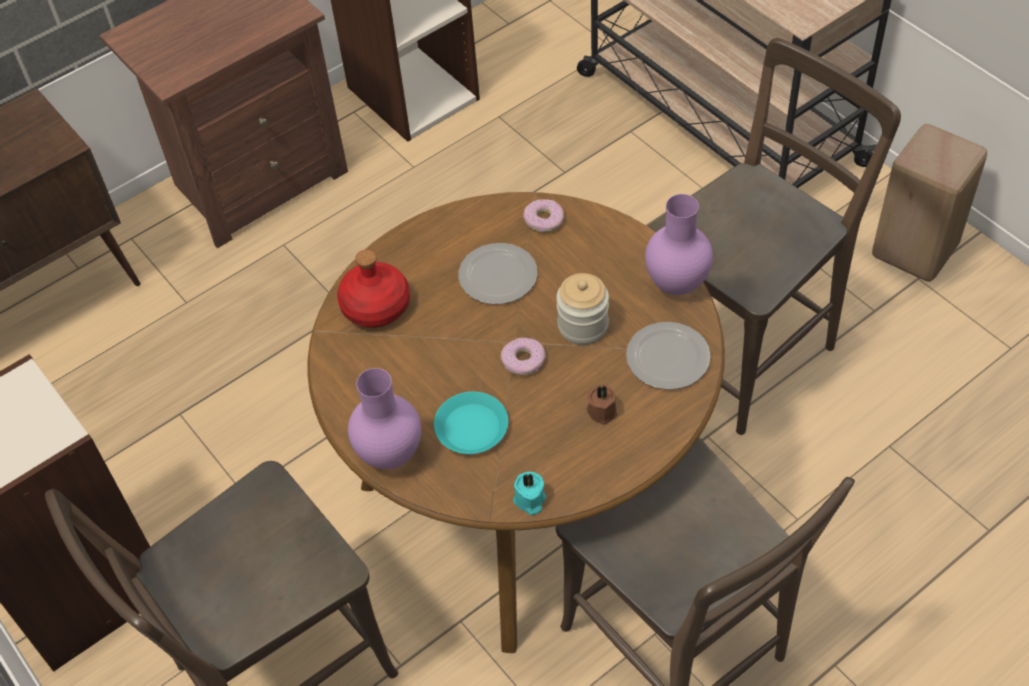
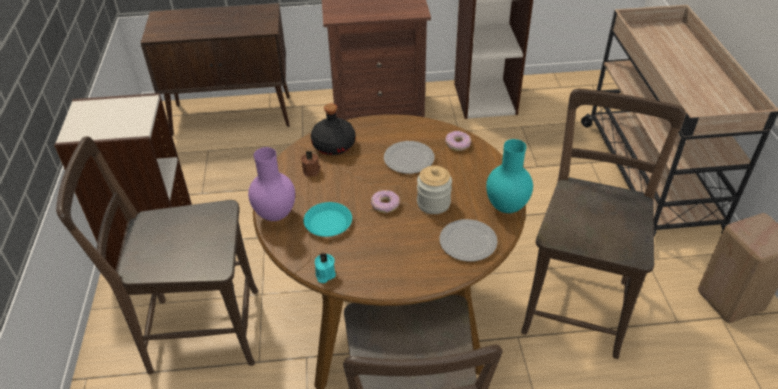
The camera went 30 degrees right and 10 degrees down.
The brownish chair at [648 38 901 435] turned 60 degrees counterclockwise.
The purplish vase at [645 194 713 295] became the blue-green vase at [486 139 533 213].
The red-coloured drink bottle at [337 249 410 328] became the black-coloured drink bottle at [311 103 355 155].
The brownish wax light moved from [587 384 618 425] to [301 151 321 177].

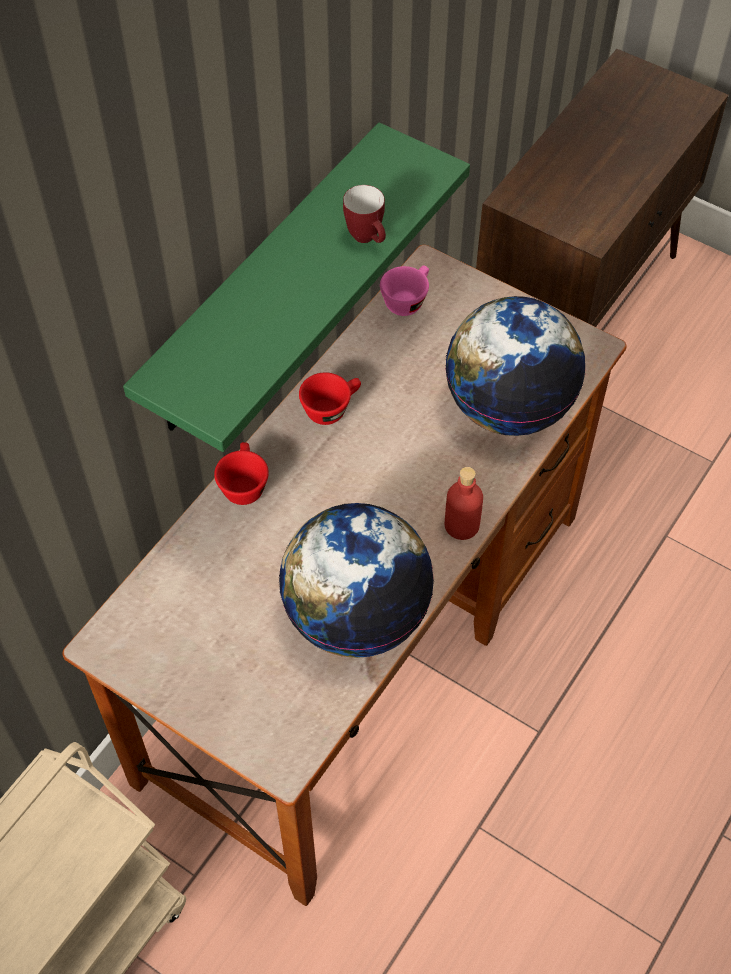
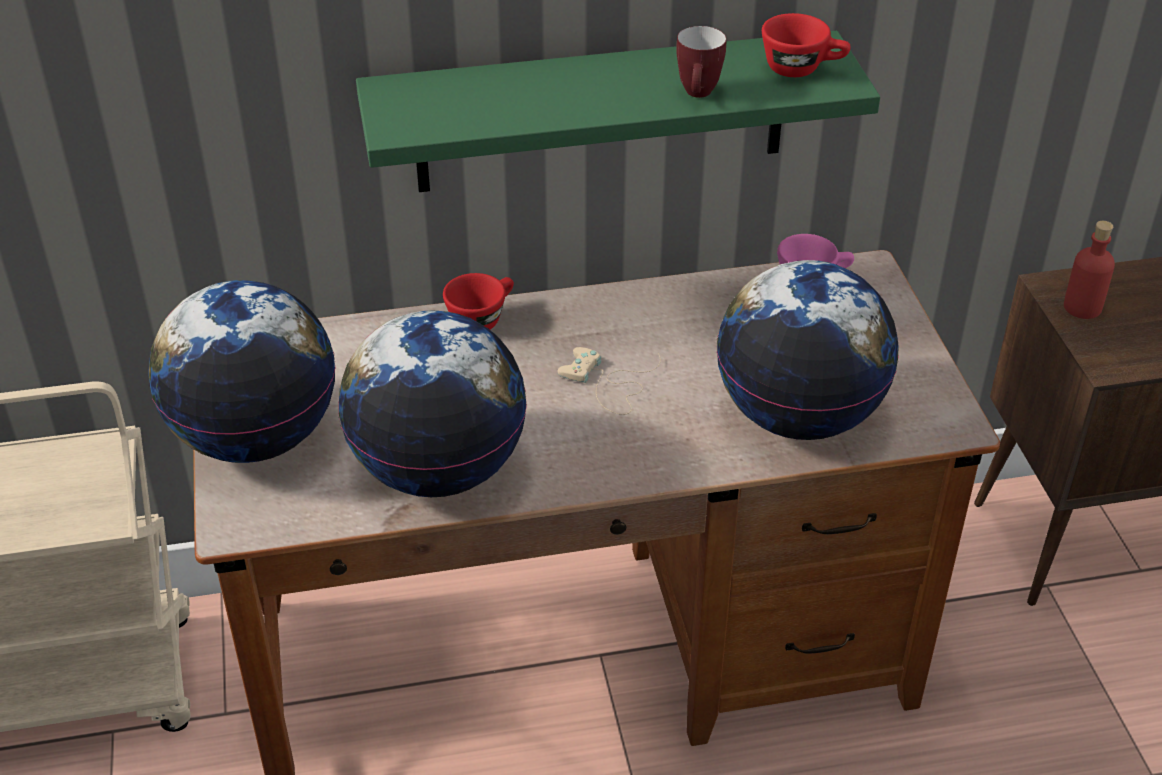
The camera went 45 degrees right and 15 degrees down.
The red-coloured small cup moved from [299 372 361 425] to [762 13 851 77].
The red-coloured drink bottle moved from [445 467 483 540] to [1064 221 1115 319].
The globe at [148 280 336 463] appeared.
The beige-coloured gamepad at [558 347 661 415] appeared.

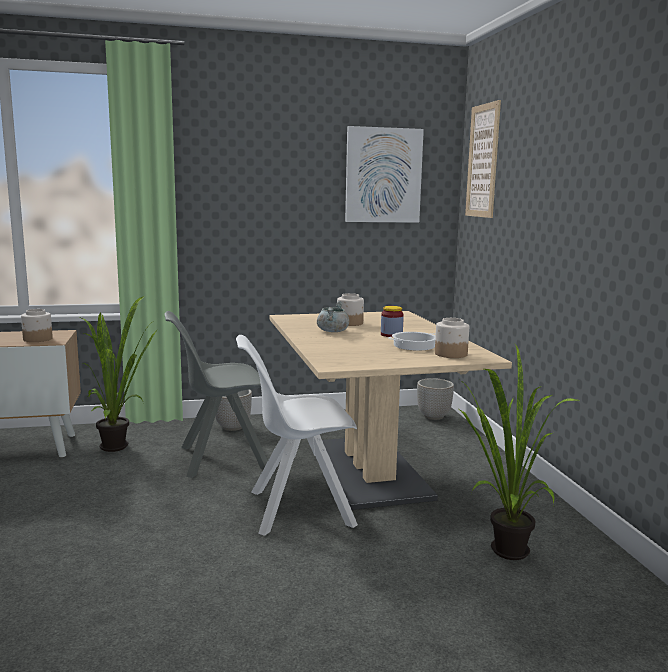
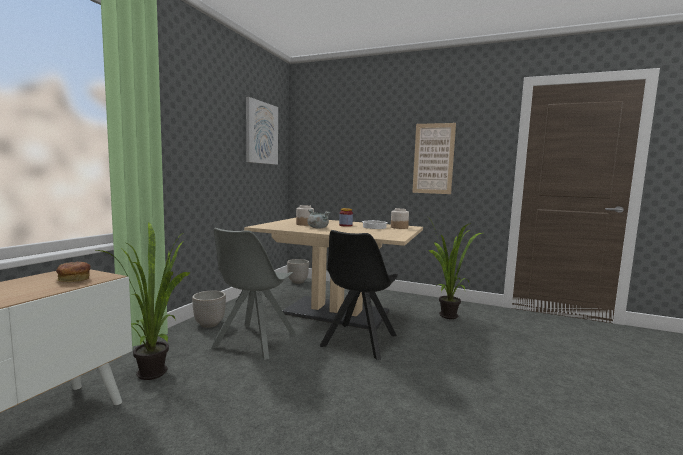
The camera went 55 degrees left and 5 degrees down.
The picture moved from [465 100 501 218] to [412 123 456 194].
The jar at [21 309 53 342] was replaced by the bakery bread at [56 262 91 282].
The white chair at [236 335 358 536] became the black-coloured chair at [320 230 398 360].

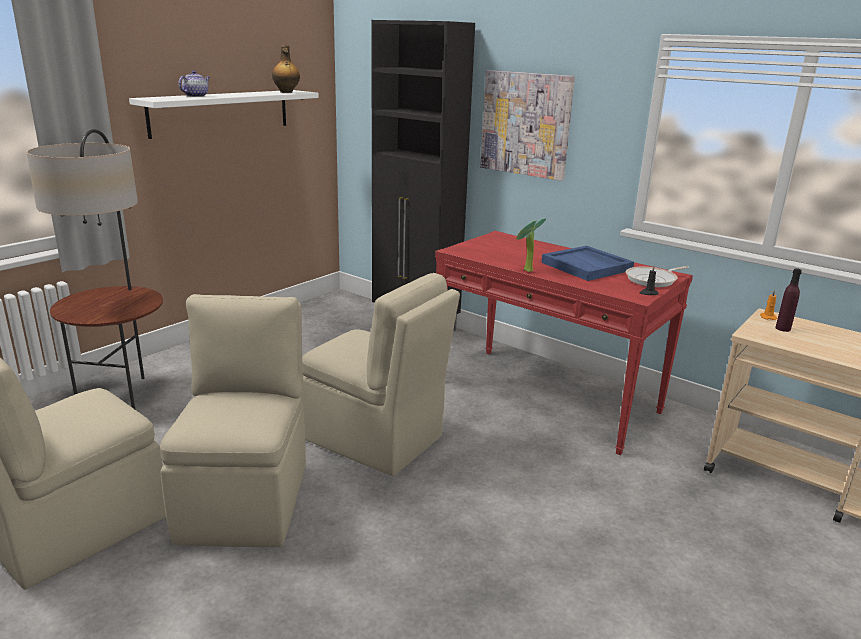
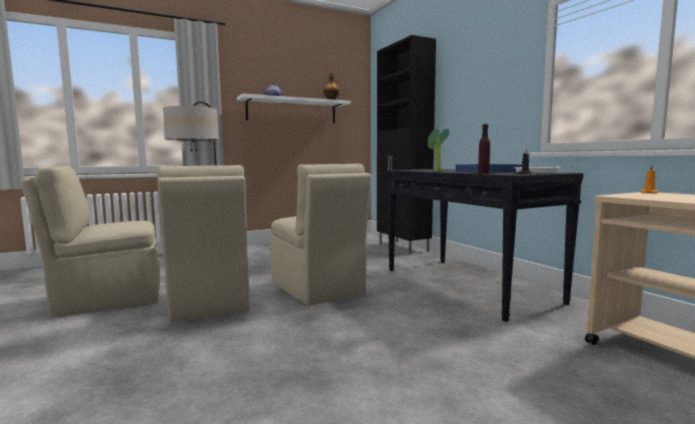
The camera went 25 degrees right and 15 degrees down.
The picture at [480 70 575 181] disappeared.
The red-coloured console table at [435 231 693 455] became the black-coloured console table at [386 169 583 322].
The purplish drink bottle moved from [775 268 802 332] to [478 124 490 174].
The beige-coloured chair at [160 294 306 547] turned 135 degrees clockwise.

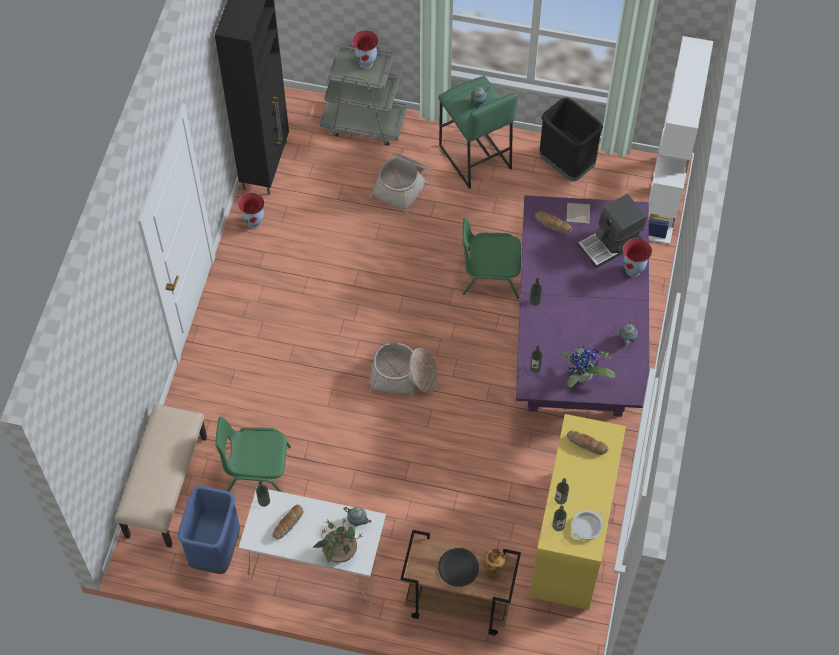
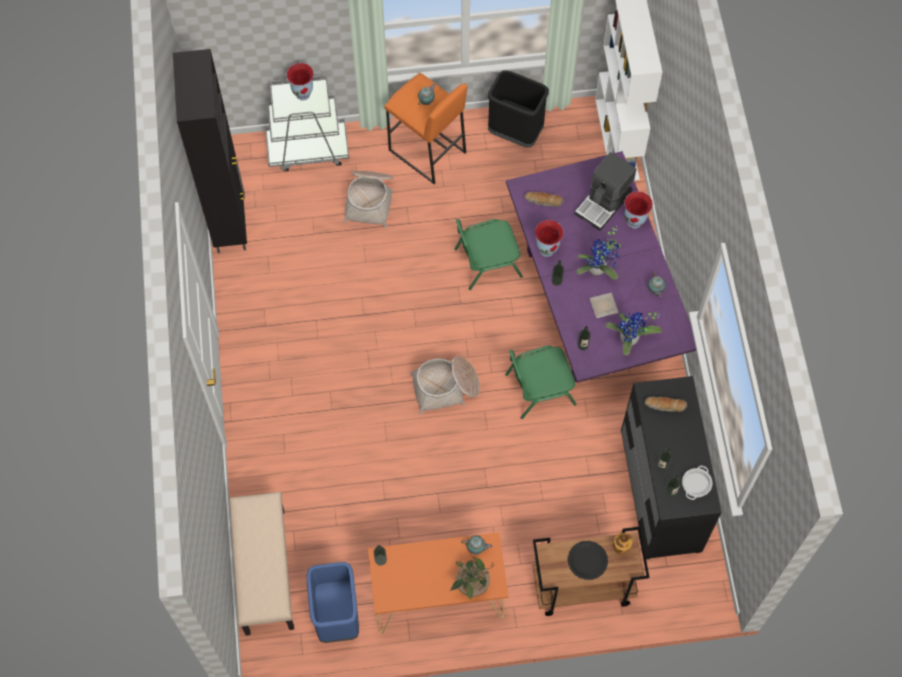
The camera went 20 degrees left and 5 degrees up.
The green stool at [438 76 518 189] became the orange stool at [384 73 467 184].
The vase moved from [238 193 264 229] to [535 220 564 257].
The plate moved from [566 203 590 223] to [589 293 619 318].
The yellow-coloured dresser at [530 414 626 610] became the black-coloured dresser at [621 376 722 559].
The green chair moved from [215 417 291 492] to [505 345 577 419].
The white console table at [239 488 386 605] became the orange console table at [368 532 509 633].
The bakery bread at [272 505 304 539] disappeared.
The houseplant at [576 226 621 280] appeared.

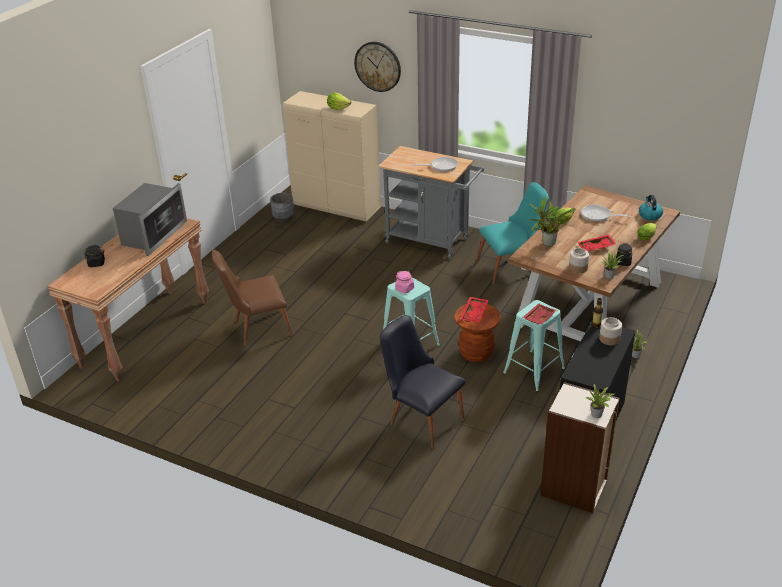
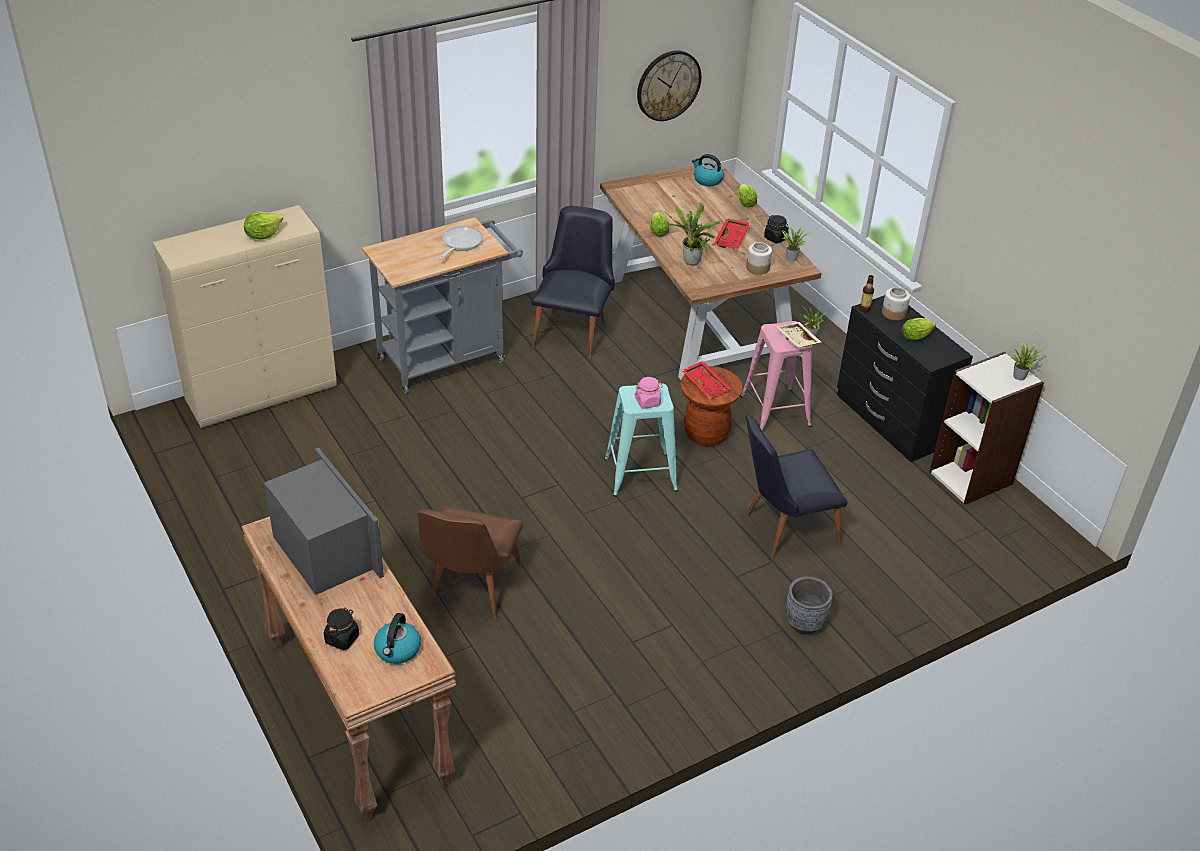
The camera went 60 degrees left and 5 degrees up.
The clock on the wall moved from [354 42 401 92] to [637 50 701 121].
The blue-green chair at [476 182 549 284] became the black-coloured chair at [531 206 615 358].
The greyish flower pot moved from [270 193 294 222] to [785 576 833 635].
The skillet at [581 205 631 222] disappeared.
The blue-green stool at [503 300 565 392] became the pink stool at [740 321 812 431].
The red-coloured tray at [522 303 557 325] became the beige-coloured tray at [776 322 822 348].
The head of lettuce at [902 318 936 341] appeared.
The water kettle at [374 613 421 664] appeared.

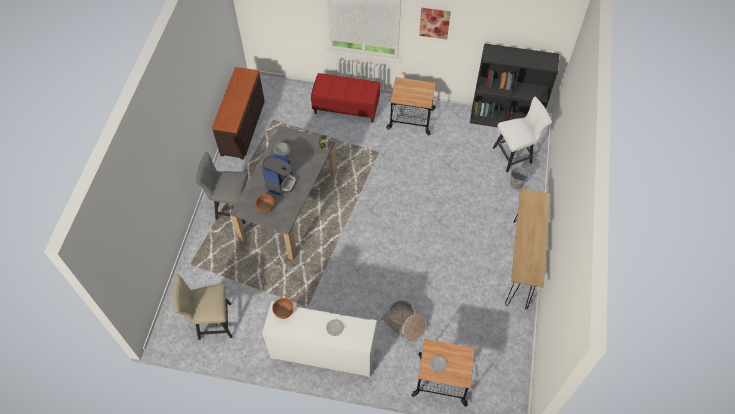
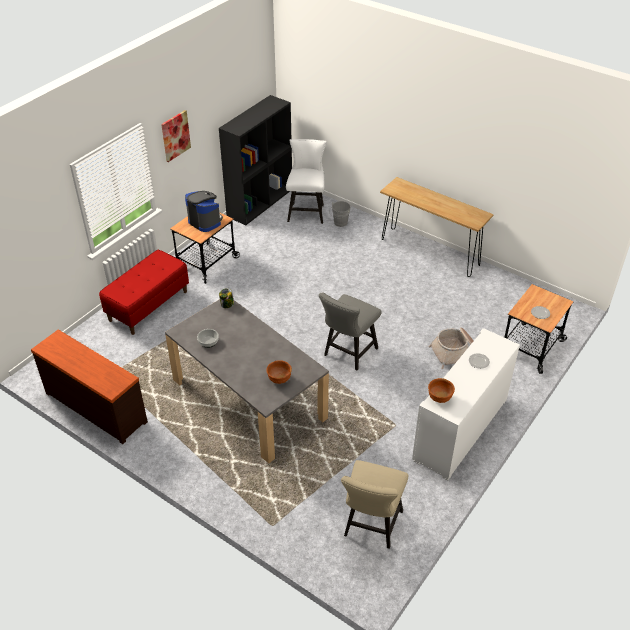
The camera went 65 degrees left and 15 degrees down.
The greyish chair moved from [196 152 248 224] to [319 292 382 370].
The coffee machine moved from [262 154 297 195] to [185 191 223 232].

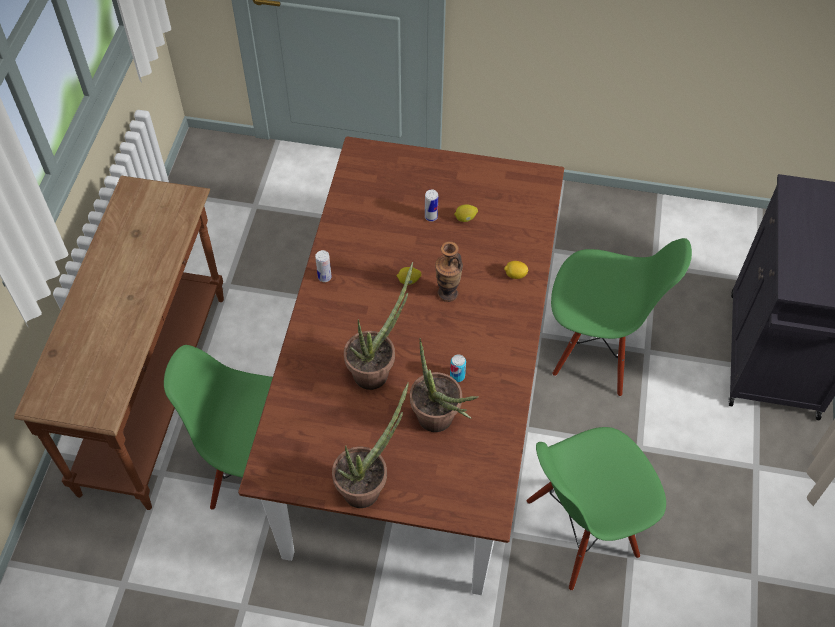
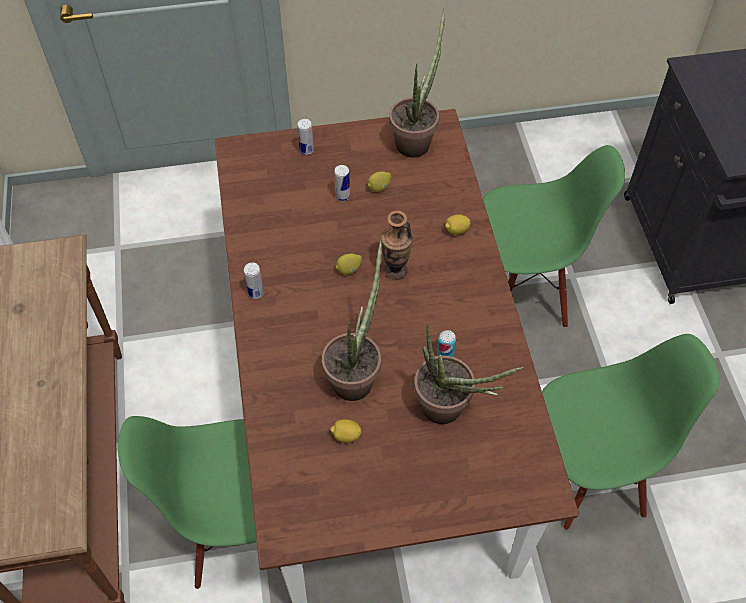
The camera went 20 degrees left and 0 degrees up.
The houseplant moved from [332 382 409 508] to [389 8 445 157].
The green chair at [527 427 666 591] turned 150 degrees counterclockwise.
The metal can at [297 119 314 155] appeared.
The whole lemon at [330 419 362 443] appeared.

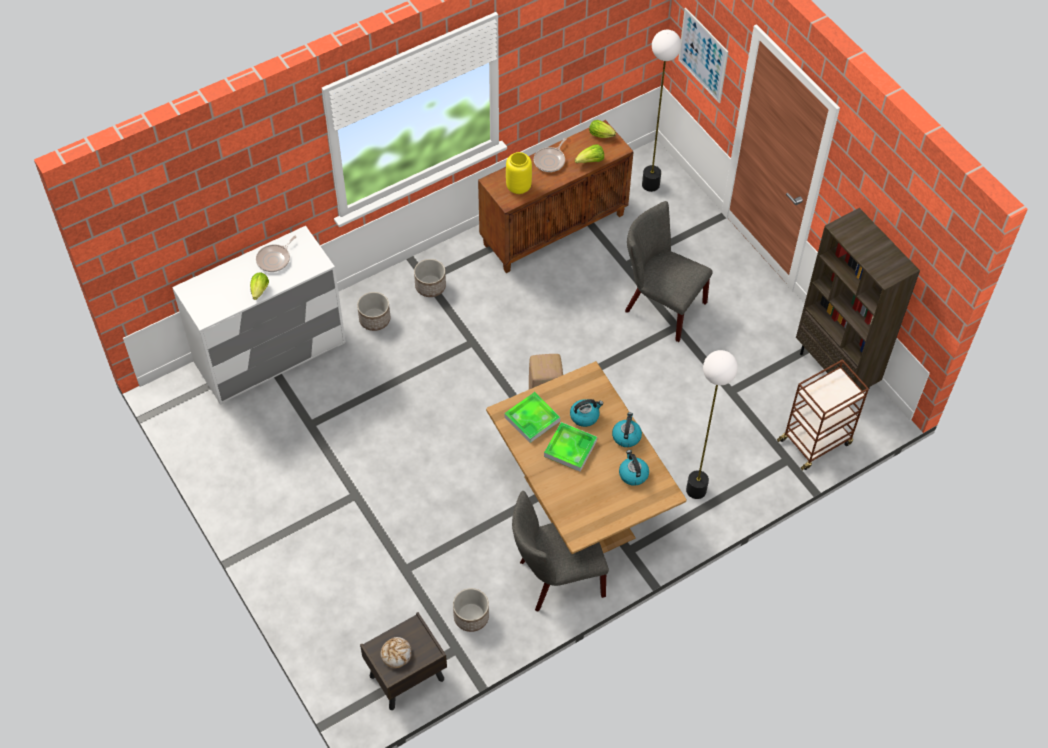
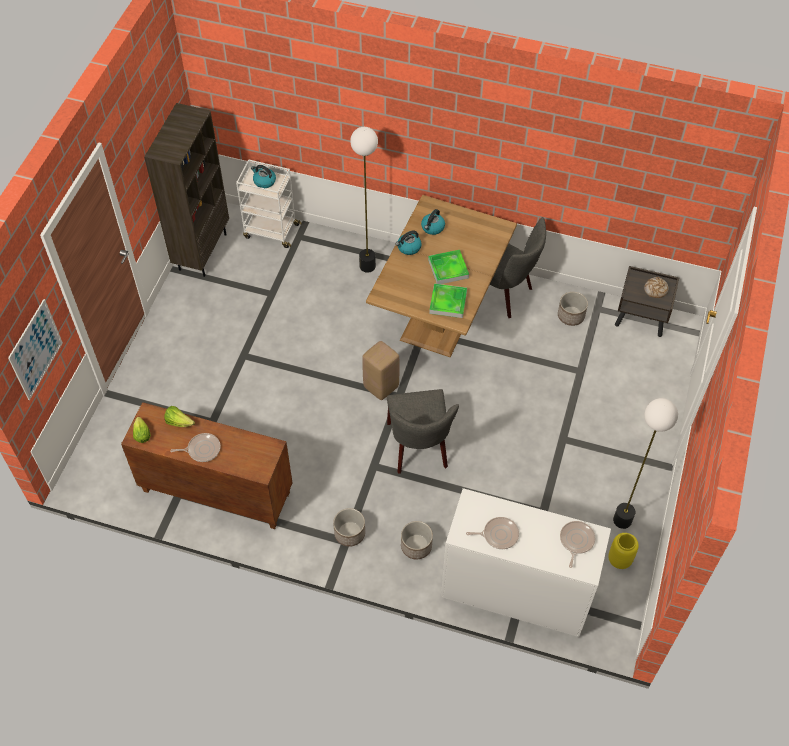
The camera went 130 degrees left and 0 degrees up.
The standard lamp moved from [642 30 682 192] to [613 398 678 529].
The yellow-coloured vase moved from [506 152 532 194] to [608 533 639 569].
The greyish chair moved from [625 201 713 342] to [387 389 459 474].
The head of lettuce at [250 272 269 300] disappeared.
The brownish cart at [777 359 869 471] became the white cart at [236 159 302 248].
The water kettle moved from [570 399 603 427] to [251 165 276 188].
The skillet at [560 521 595 568] appeared.

